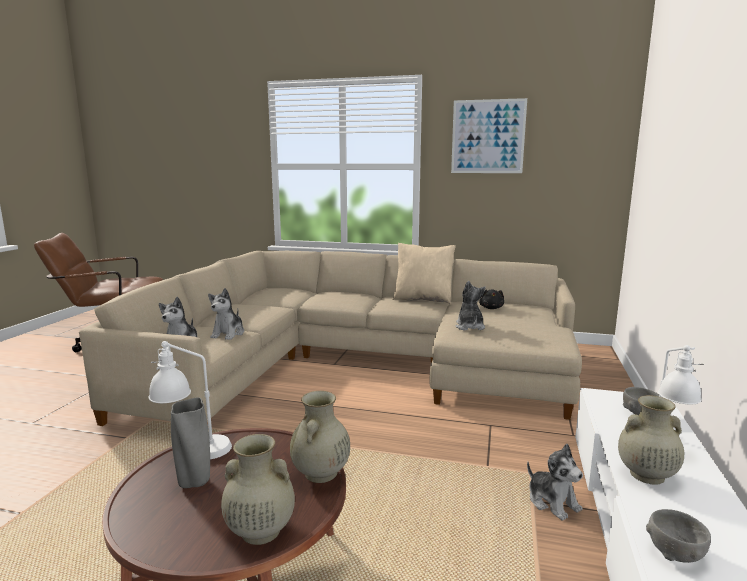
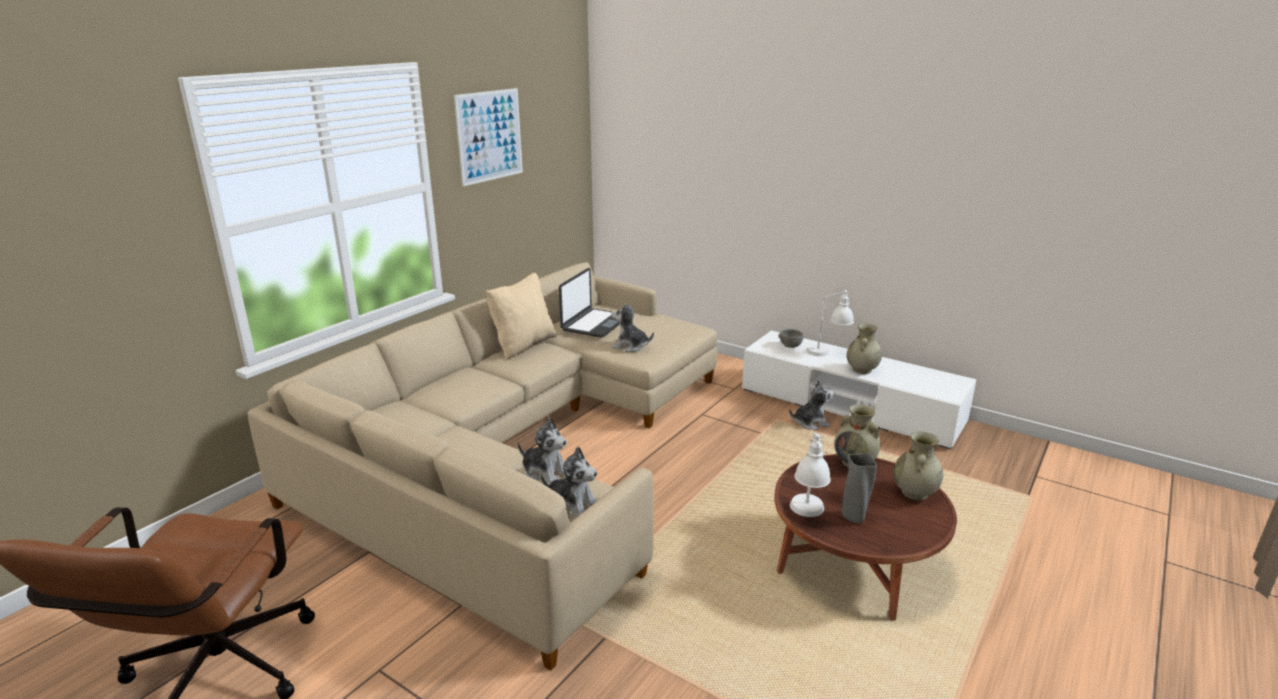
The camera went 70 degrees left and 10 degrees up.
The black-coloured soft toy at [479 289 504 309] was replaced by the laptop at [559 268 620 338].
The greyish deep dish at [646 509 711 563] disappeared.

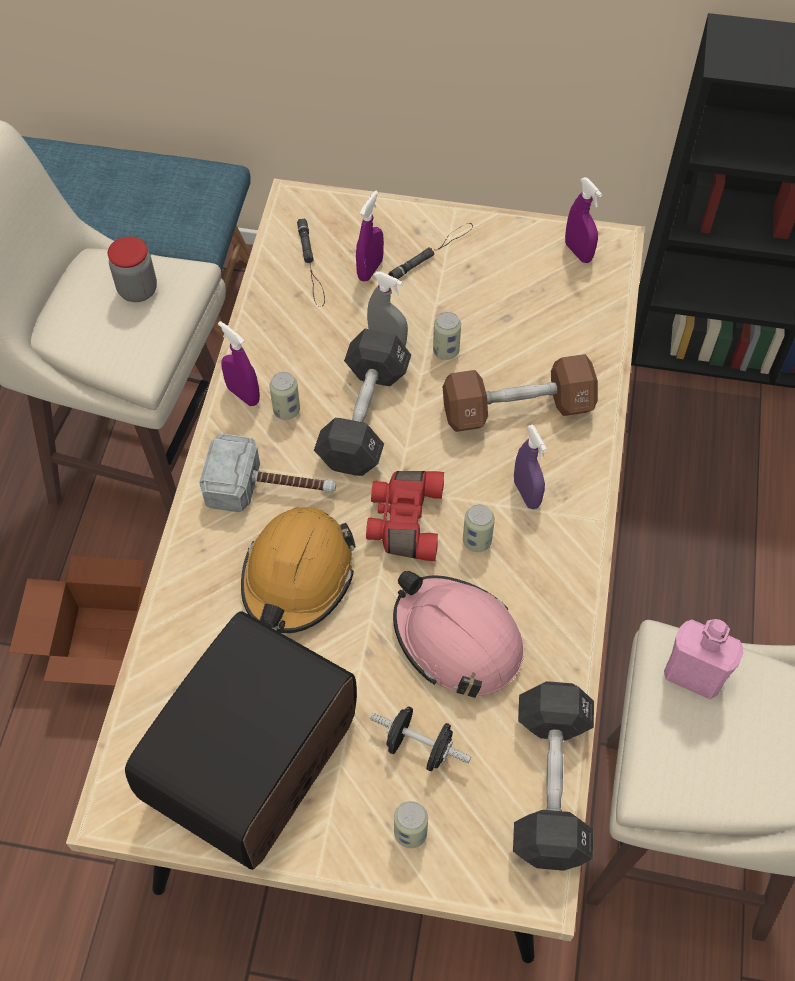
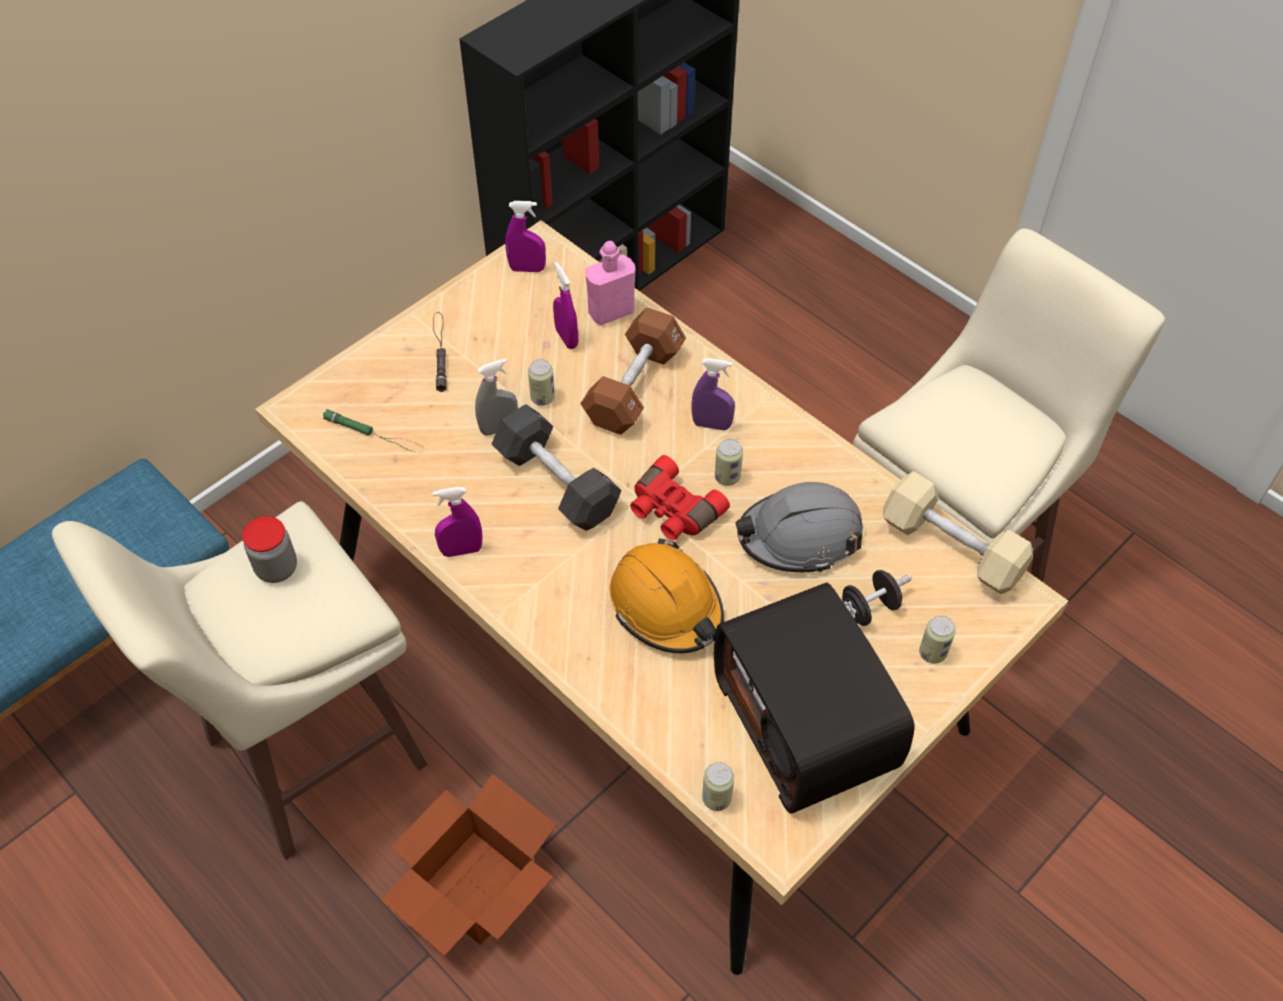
The camera went 55 degrees left and 5 degrees down.
The purplish sprayer moved from [356 191 384 282] to [553 262 578 349].
The black-coloured hand torch at [297 219 325 307] became the green hand torch at [323 409 424 453].
The metal can moved from [269 372 300 420] to [702 762 734 811].
The hand hammer at [199 434 336 512] disappeared.
The pink work helmet at [393 571 524 698] became the greyish work helmet at [735 482 863 572].
The pink drink bottle moved from [664 619 743 699] to [585 241 636 325].
The black-coloured dumbbell at [513 681 594 871] became the beige-coloured dumbbell at [883 471 1033 594].

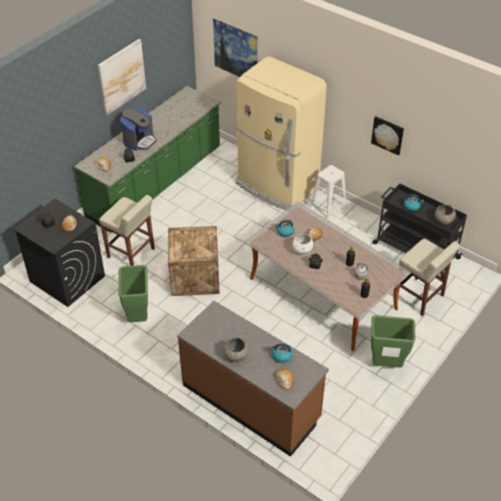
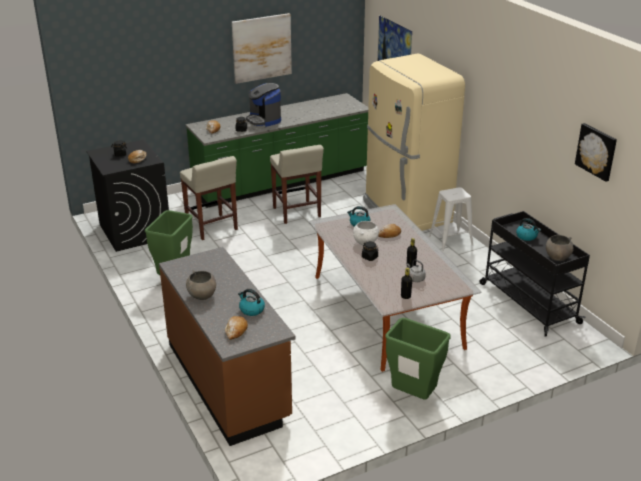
The camera went 25 degrees right and 15 degrees down.
The coffee machine at [120 108 156 151] turned 90 degrees clockwise.
The picture moved from [371 117 404 156] to [575 123 617 182].
The packing crate at [168 226 220 296] disappeared.
The beige-coloured stool moved from [398 239 460 316] to [270 145 324 224].

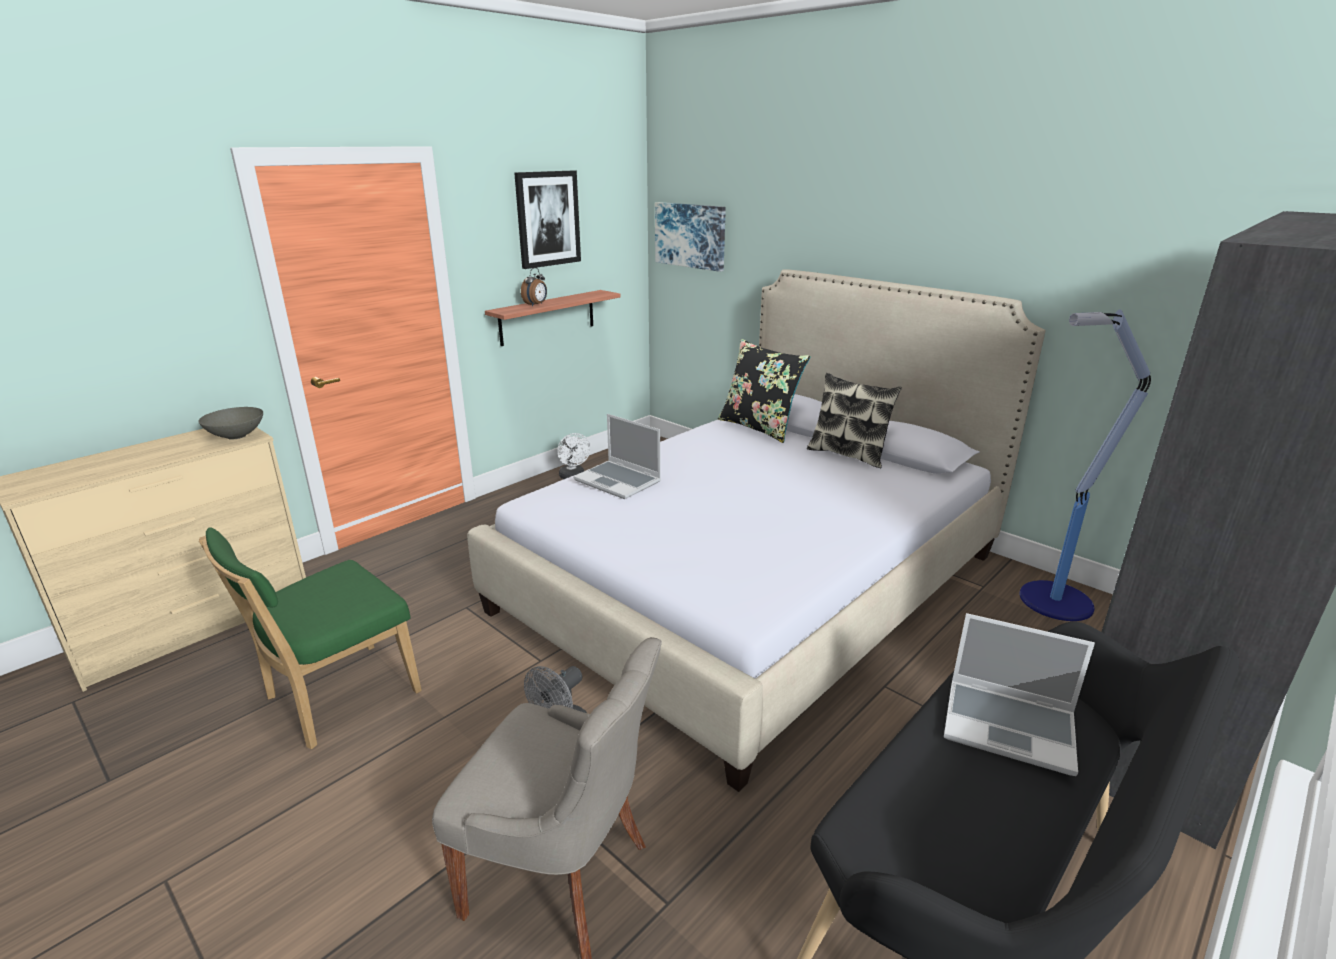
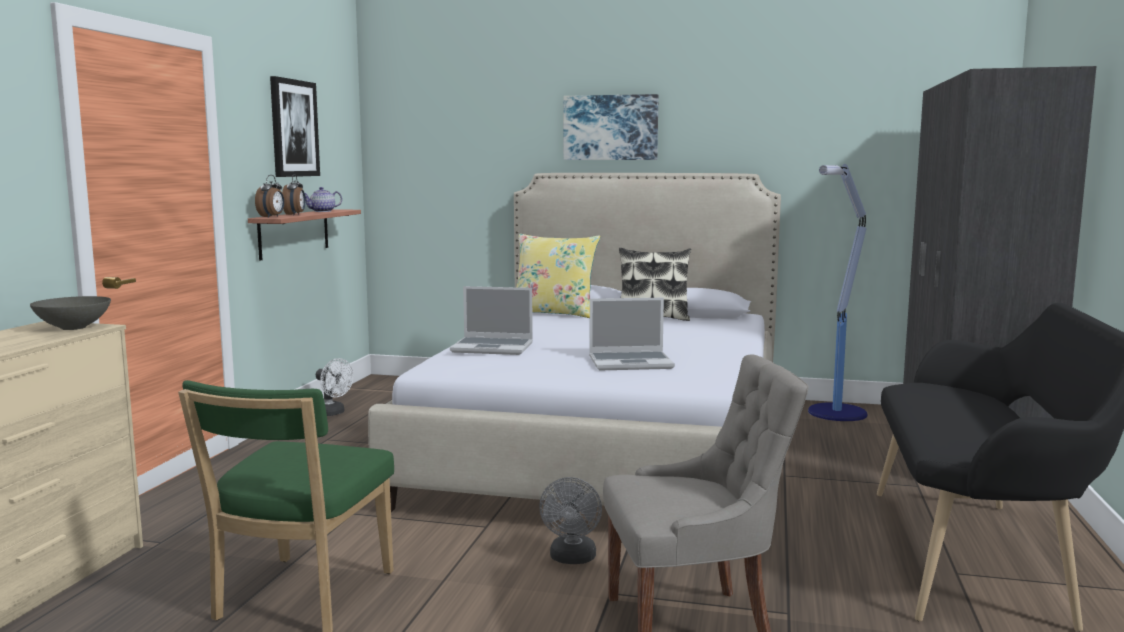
The camera went 30 degrees left and 15 degrees down.
The picture moved from [655 202 726 272] to [563 94 658 160].
The black-coloured cushion at [718 339 811 443] became the yellow-coloured cushion at [516 234 600 318].
The laptop moved from [944 613 1095 776] to [589 298 675 370].
The alarm clock at [255 175 284 218] appeared.
The teapot at [305 187 342 212] appeared.

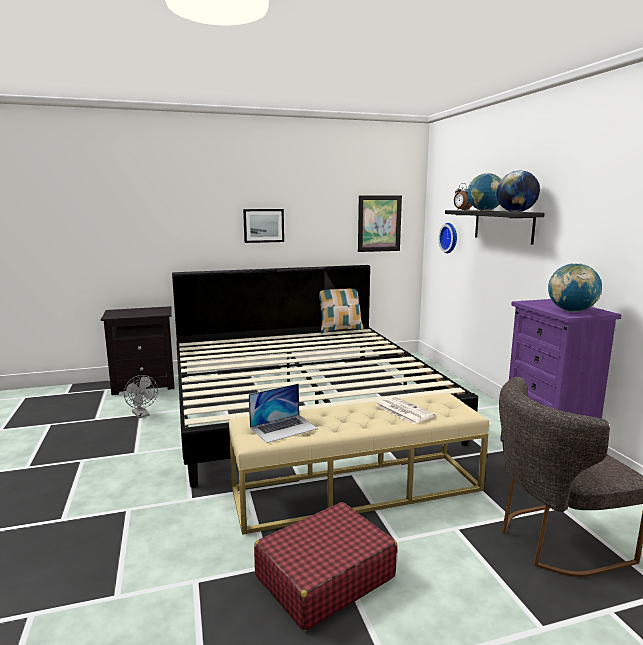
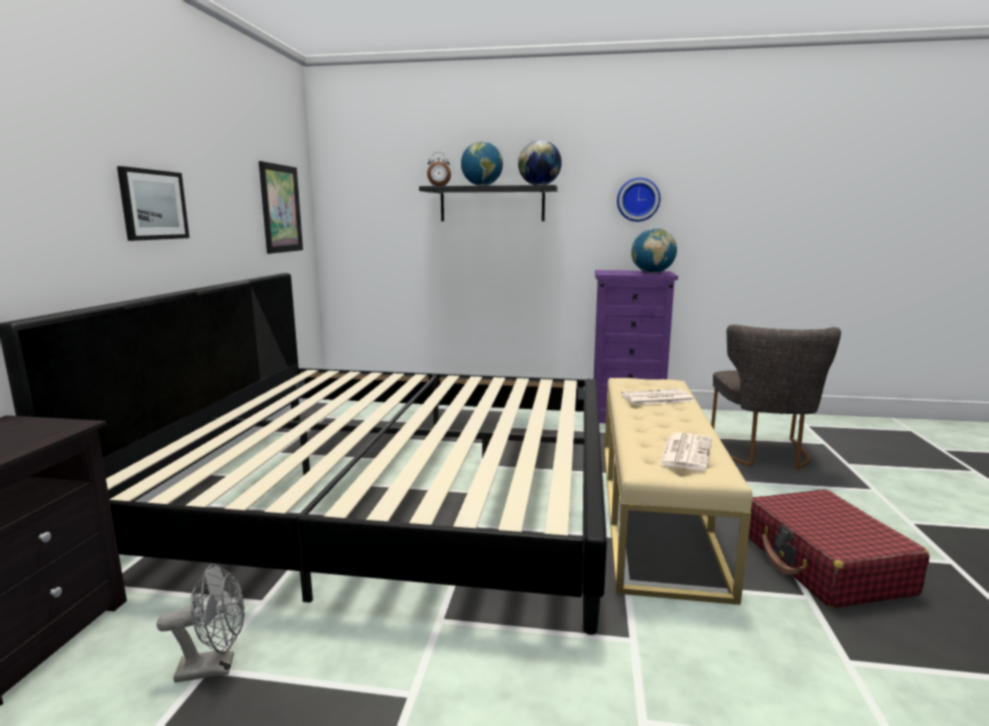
The camera went 65 degrees left and 0 degrees up.
The clock on the wall moved from [438 223 457 253] to [617 178 660 222].
The cushion at [319 289 364 334] disappeared.
The laptop at [249 383 318 443] was replaced by the newspaper at [659 433 711 471].

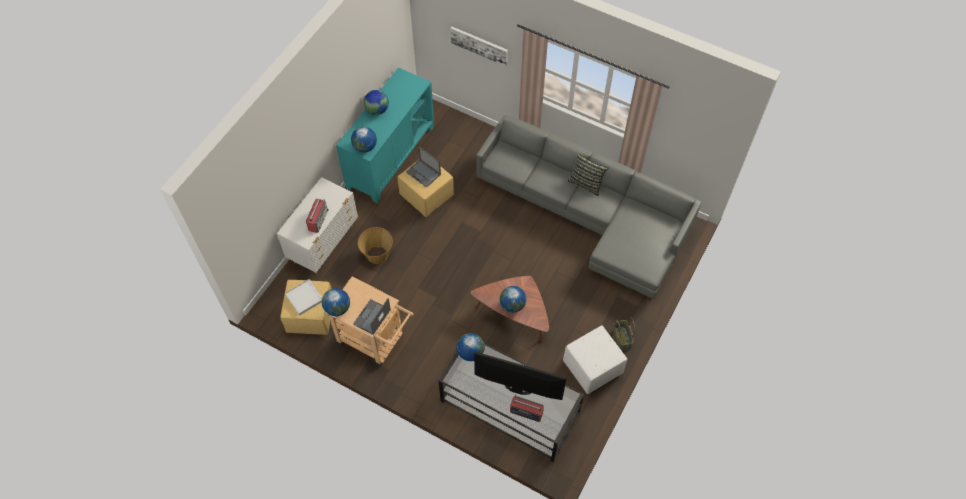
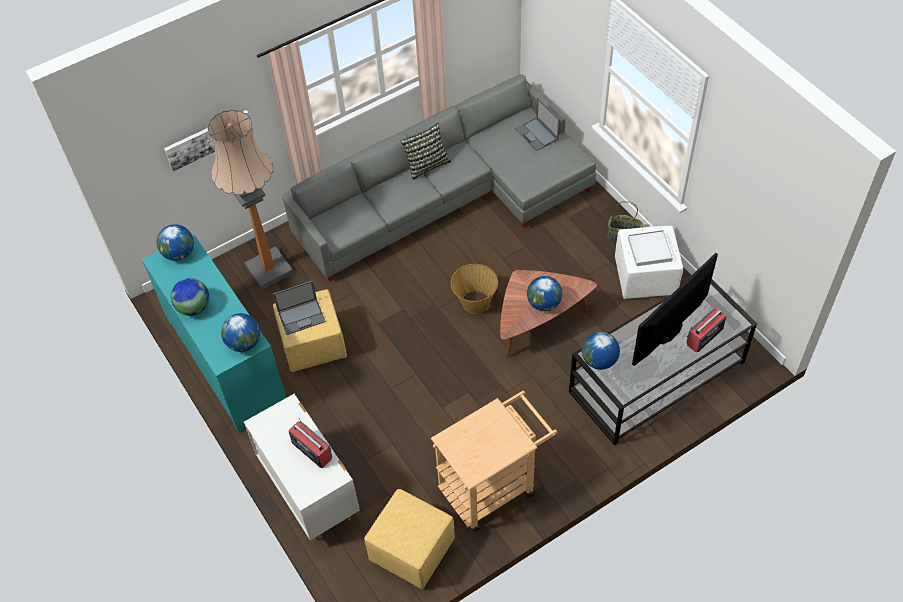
The camera went 60 degrees left and 5 degrees down.
The basket moved from [357 227 393 264] to [451 264 498 314].
The white tray moved from [285 279 323 315] to [628 230 673 266].
The globe moved from [322 288 350 316] to [157 224 194 261].
The laptop moved from [353 298 391 335] to [515 98 560 151].
The standard lamp at [208 110 293 289] appeared.

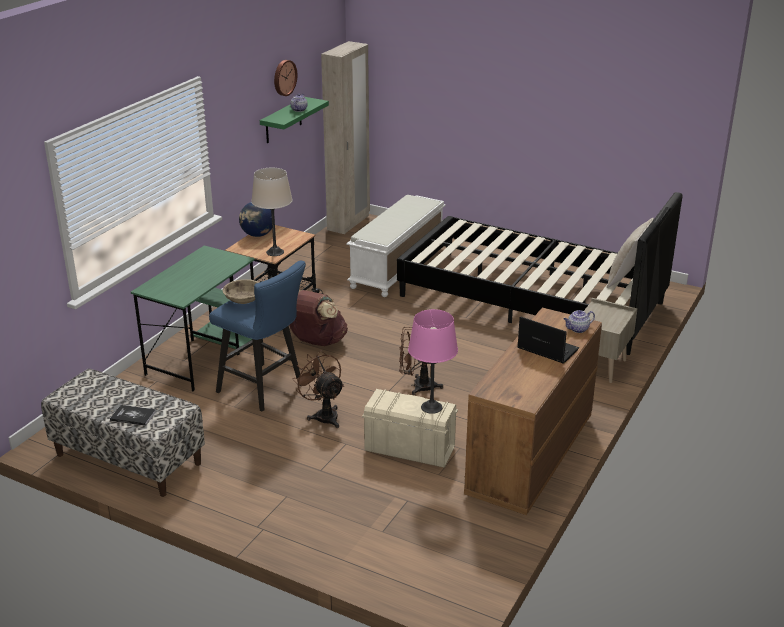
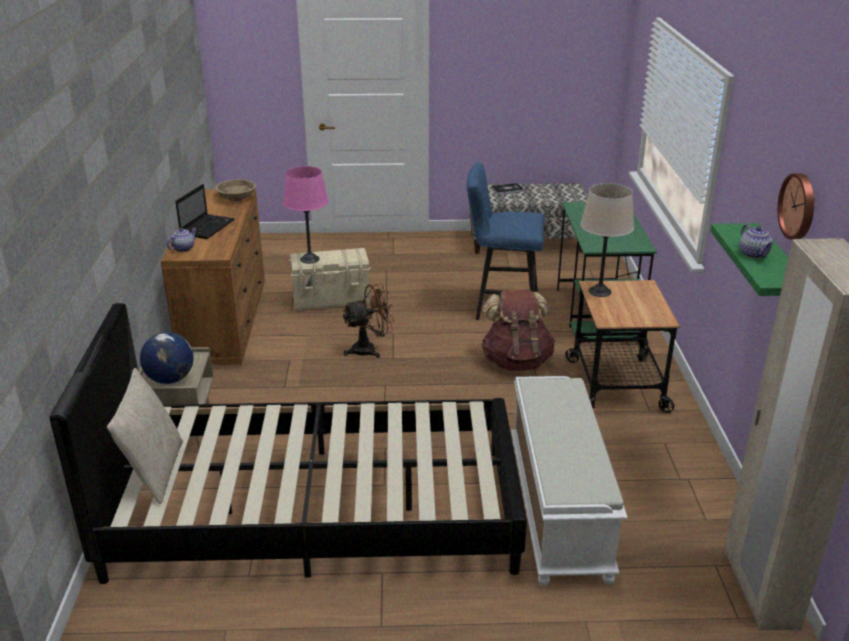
The camera went 150 degrees right and 0 degrees up.
The globe moved from [239 202 272 237] to [140 332 194 384].
The beige-coloured deep dish moved from [222 279 260 304] to [215 179 256 201].
The laptop at [517 317 579 364] turned 75 degrees counterclockwise.
The brownish cooling fan at [292 350 344 428] disappeared.

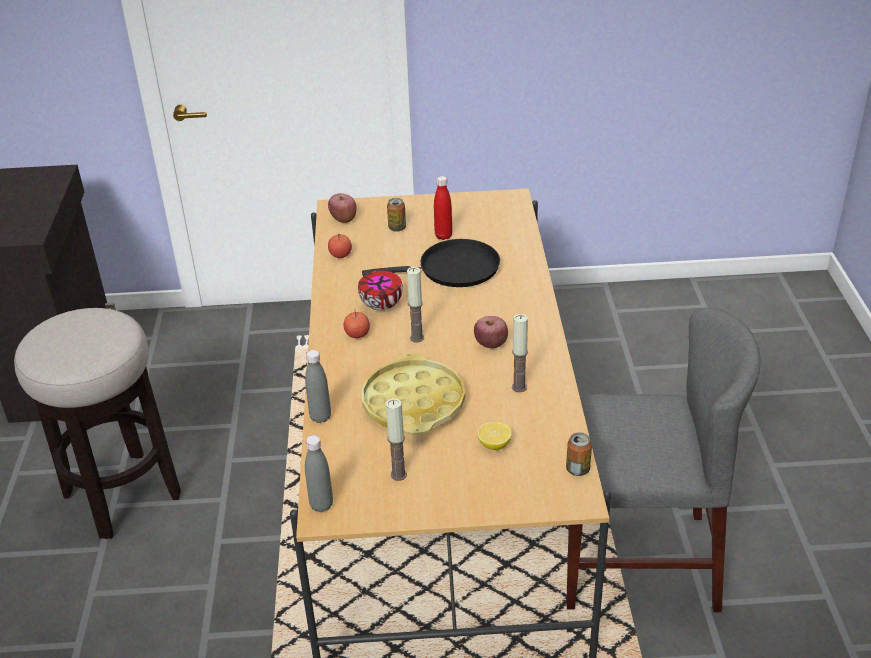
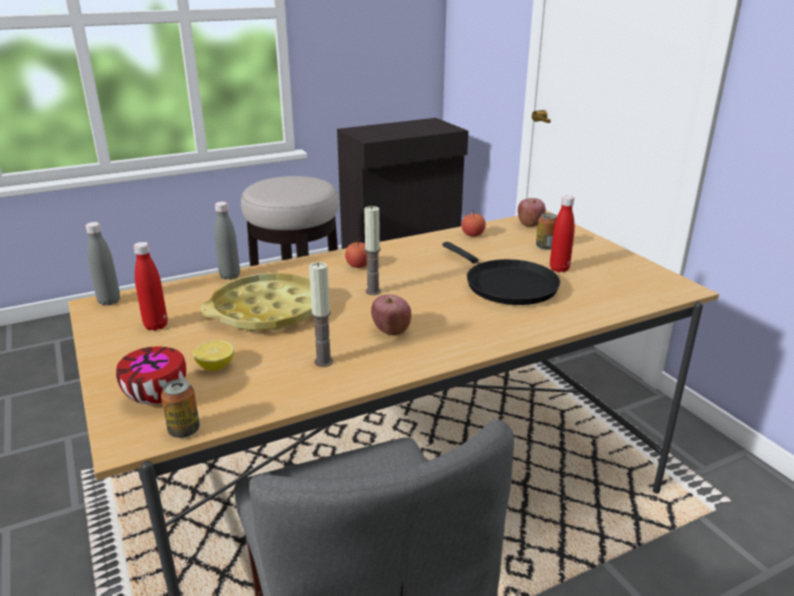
The camera went 65 degrees right and 10 degrees down.
The deep dish moved from [358 271 403 310] to [116 347 187 404].
The wax light at [386 398 407 481] was replaced by the red-coloured drink bottle at [134 242 168 331].

